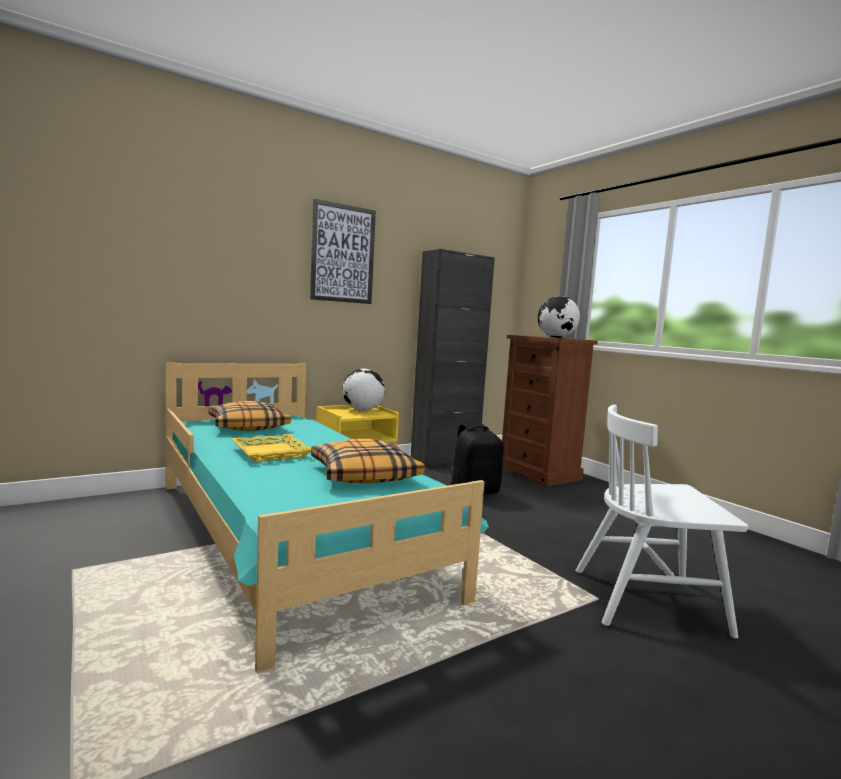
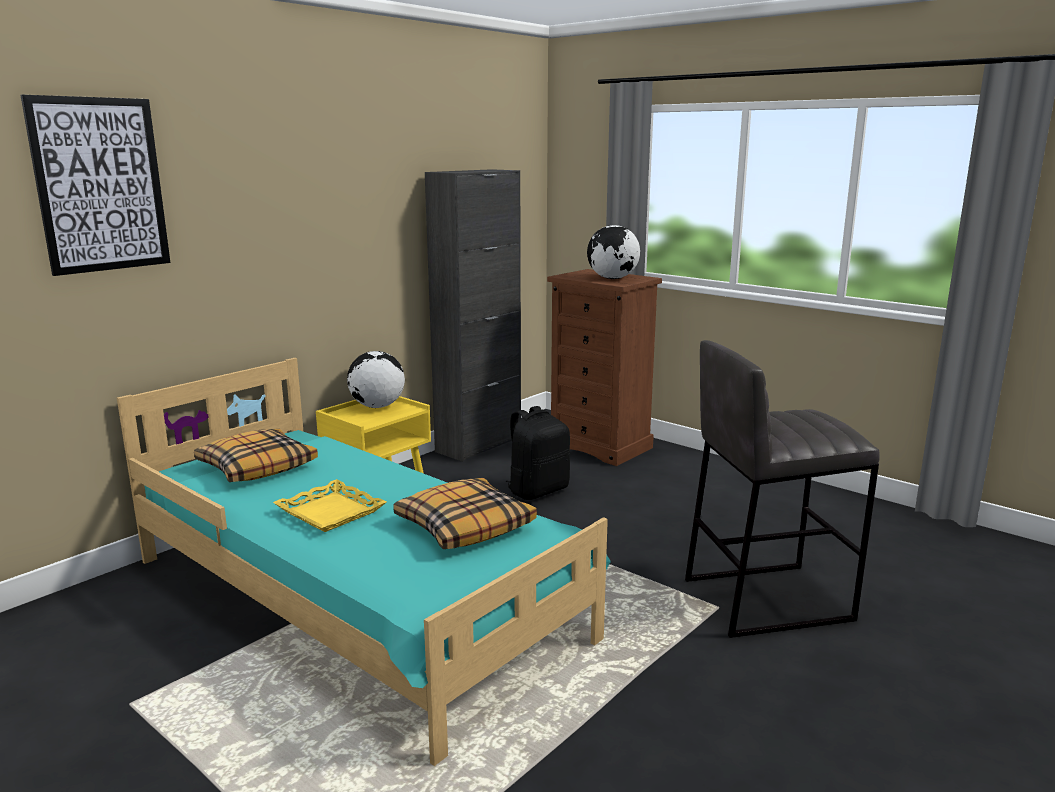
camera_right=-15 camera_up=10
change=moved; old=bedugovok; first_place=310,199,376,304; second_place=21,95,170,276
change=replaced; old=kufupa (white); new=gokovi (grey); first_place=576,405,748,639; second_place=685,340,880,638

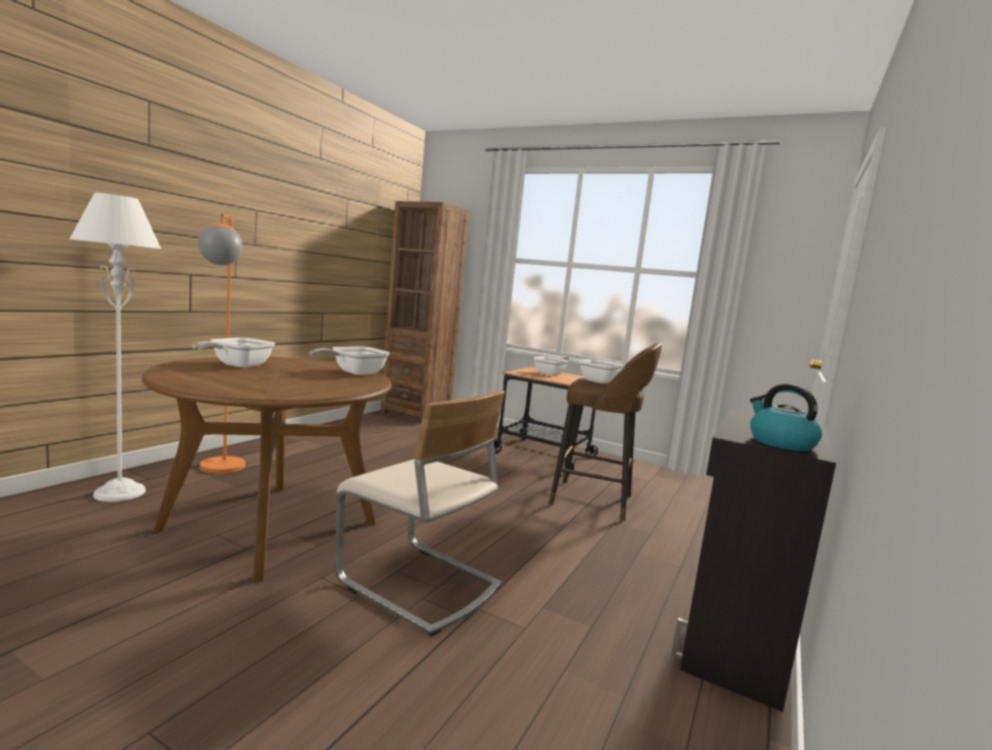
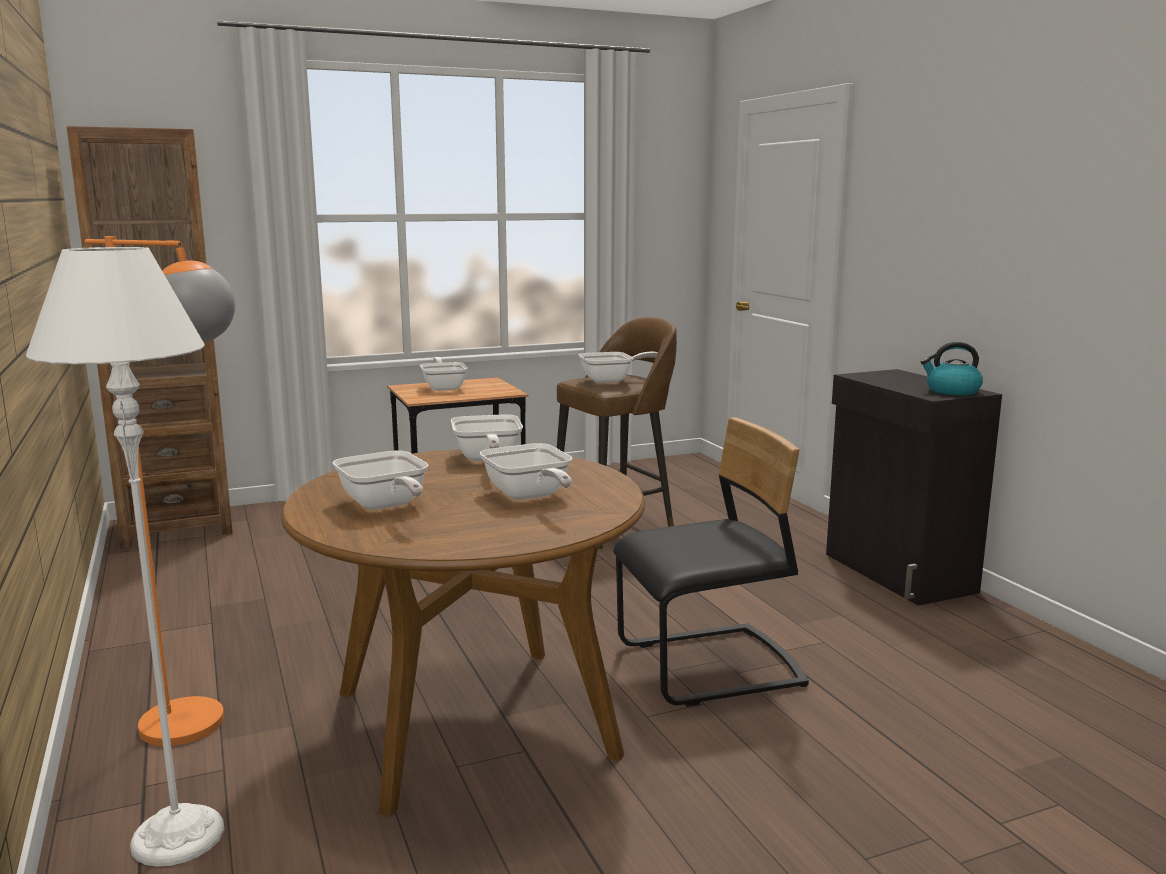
camera_right=-50 camera_up=5
change=recoloured; old=kufupa (beige); new=kufupa (black); first_place=335,390,505,636; second_place=613,417,809,707
change=added; new=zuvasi; second_place=480,443,572,500

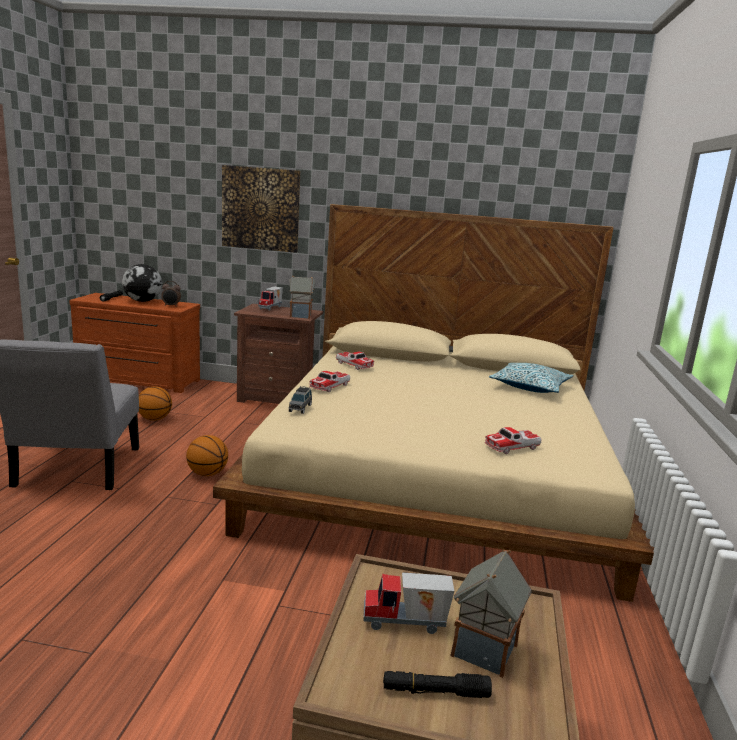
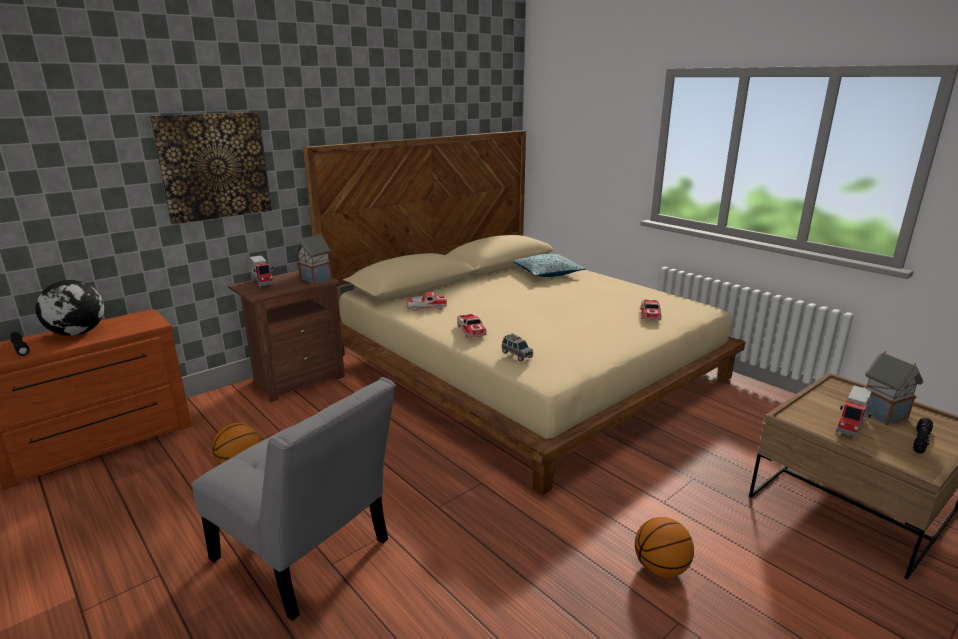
camera_right=-50 camera_up=5
change=removed; old=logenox; first_place=161,281,181,307
change=moved; old=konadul; first_place=186,435,228,476; second_place=635,517,694,578

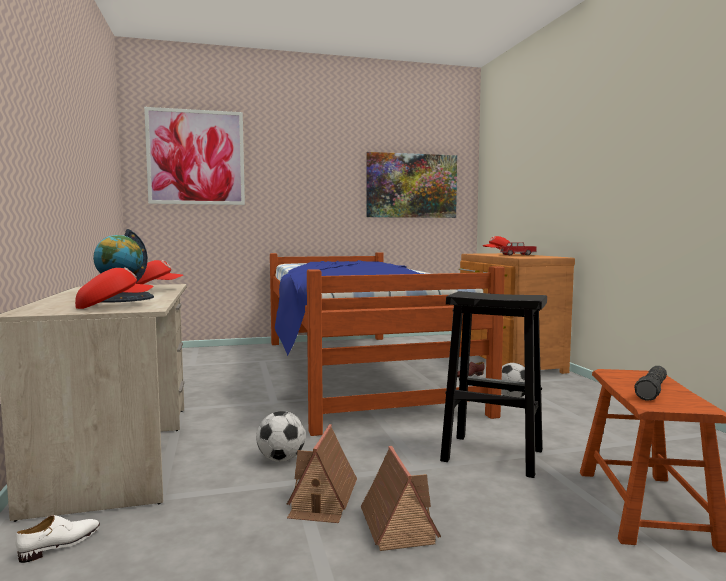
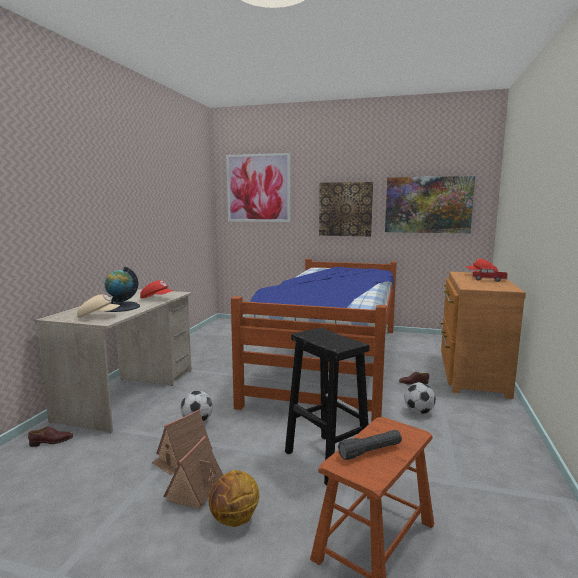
camera_right=30 camera_up=5
change=recoloured; old=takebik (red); new=takebik (beige); first_place=75,267,153,309; second_place=77,294,120,317
change=recoloured; old=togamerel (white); new=togamerel (brown); first_place=15,515,100,563; second_place=28,426,73,447
change=added; new=bedugovok; second_place=319,182,373,236
change=added; new=konadul; second_place=209,470,259,527

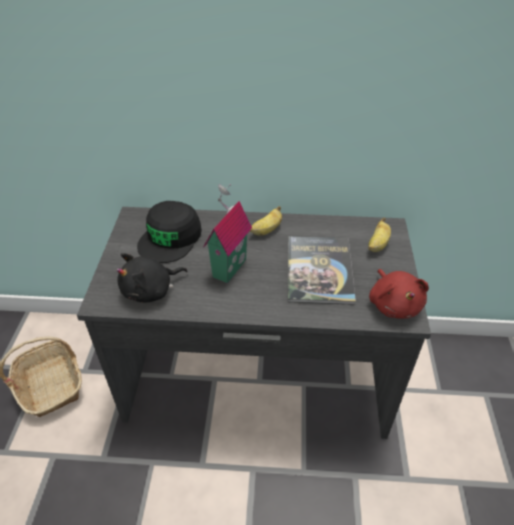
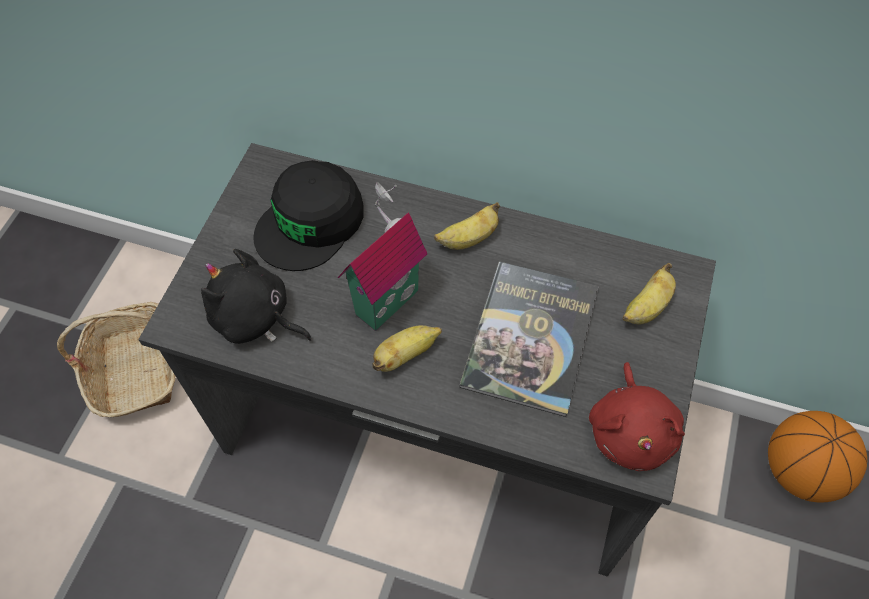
camera_right=15 camera_up=15
change=turned; old=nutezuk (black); first_place=116,253,187,303; second_place=201,249,312,344; degrees=45
change=added; new=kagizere; second_place=372,325,442,372
change=added; new=konadul; second_place=768,411,867,502

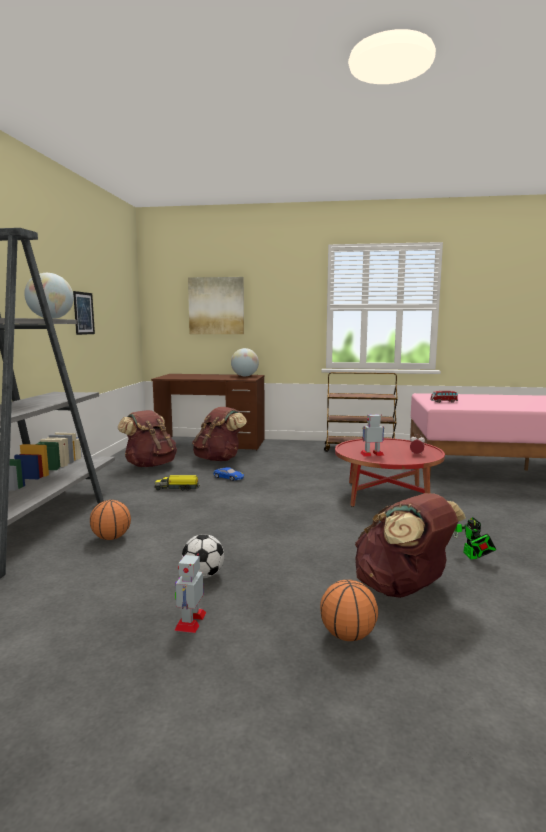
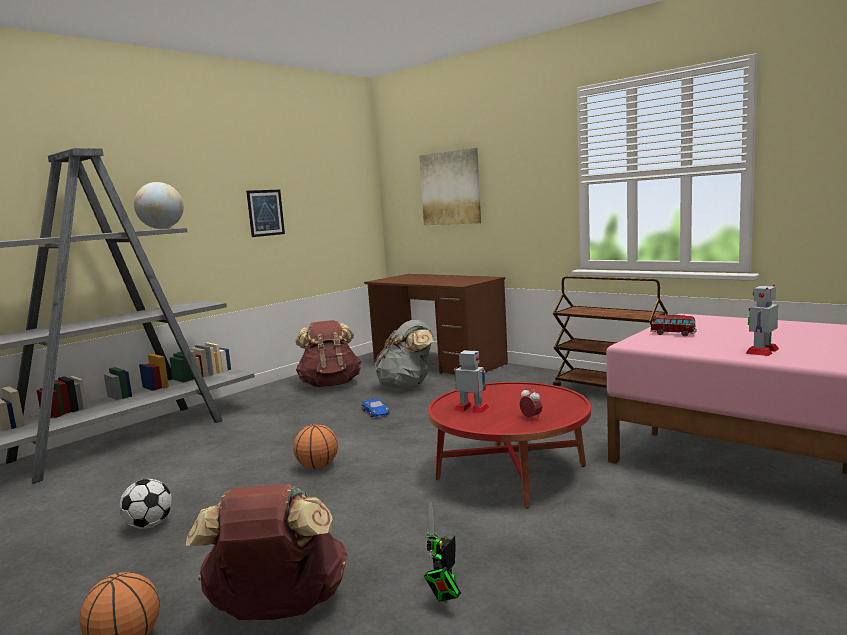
camera_right=35 camera_up=0
change=removed; old=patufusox; first_place=231,348,259,376
change=recoloured; old=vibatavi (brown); new=vibatavi (grey); first_place=192,407,247,461; second_place=374,320,434,389
change=removed; old=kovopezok; first_place=155,475,199,490
change=moved; old=konadul; first_place=90,500,131,540; second_place=293,424,338,469
change=moved; old=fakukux; first_place=174,554,206,633; second_place=746,284,779,356

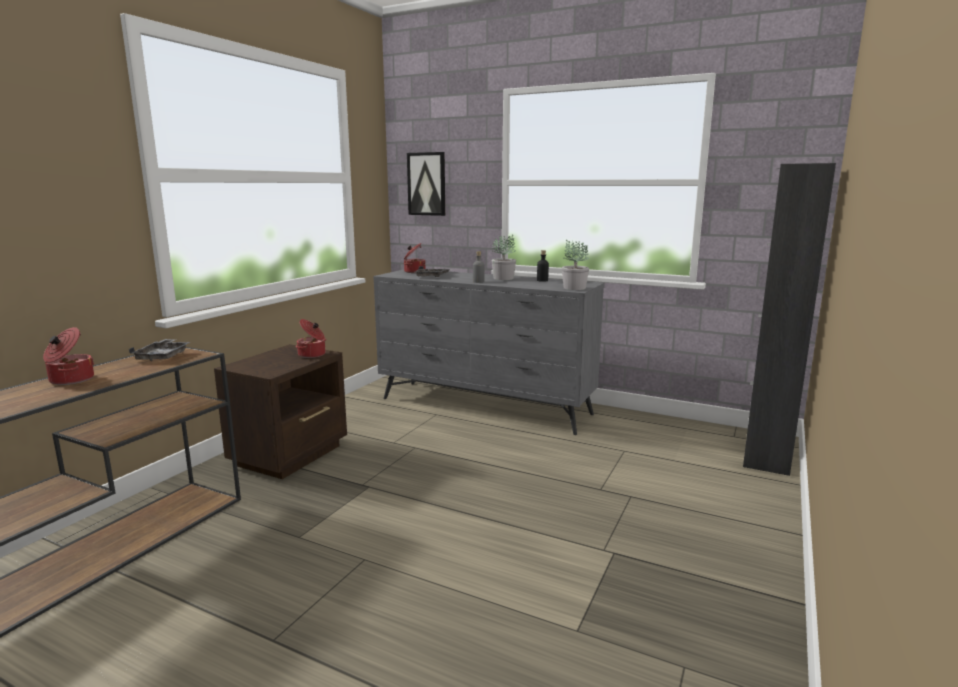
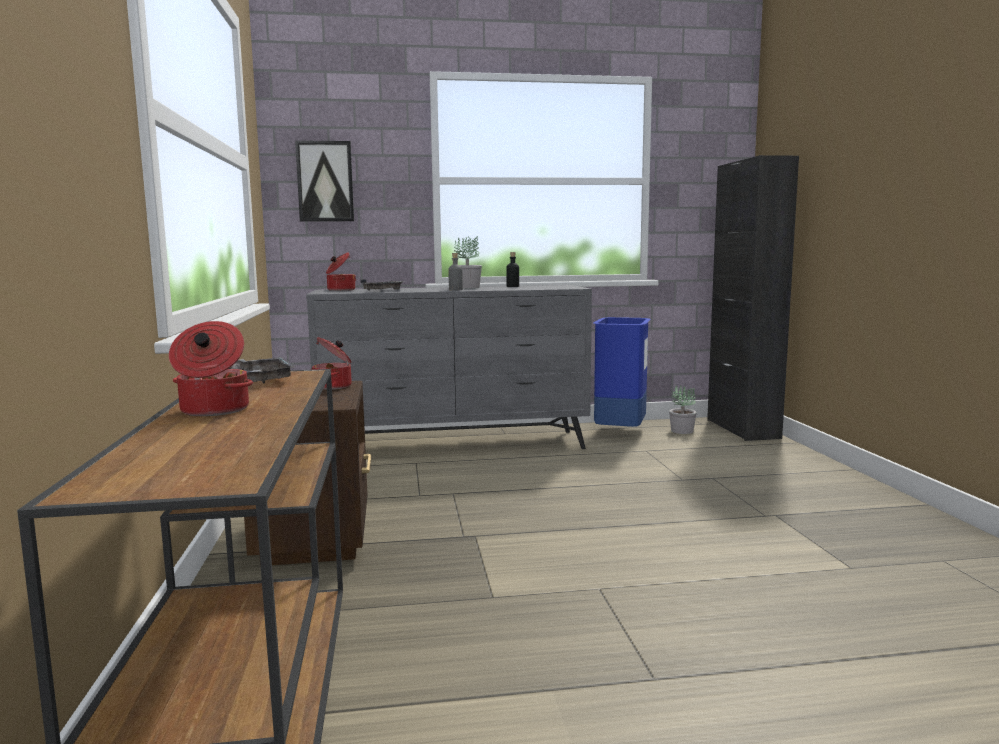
camera_right=-35 camera_up=-5
change=moved; old=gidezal; first_place=562,239,589,290; second_place=669,385,697,434
change=added; new=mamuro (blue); second_place=594,317,650,427

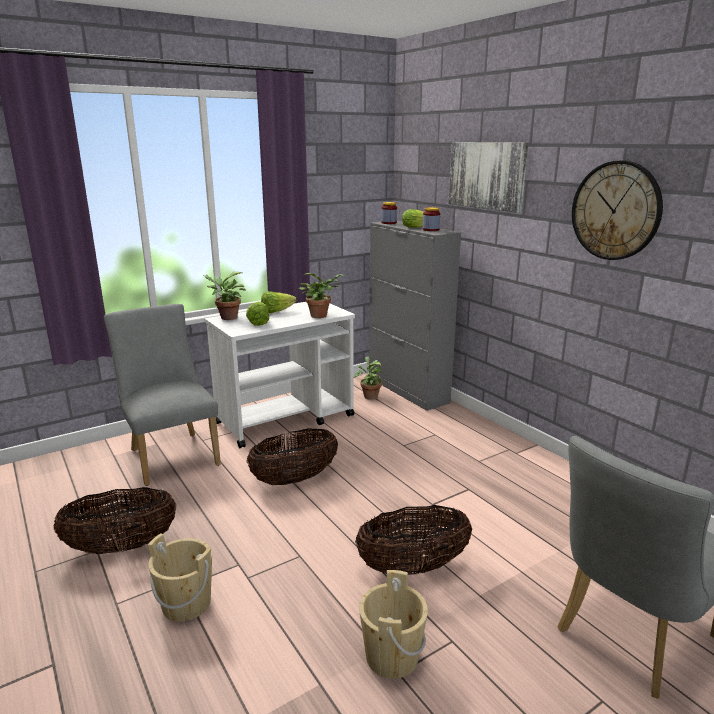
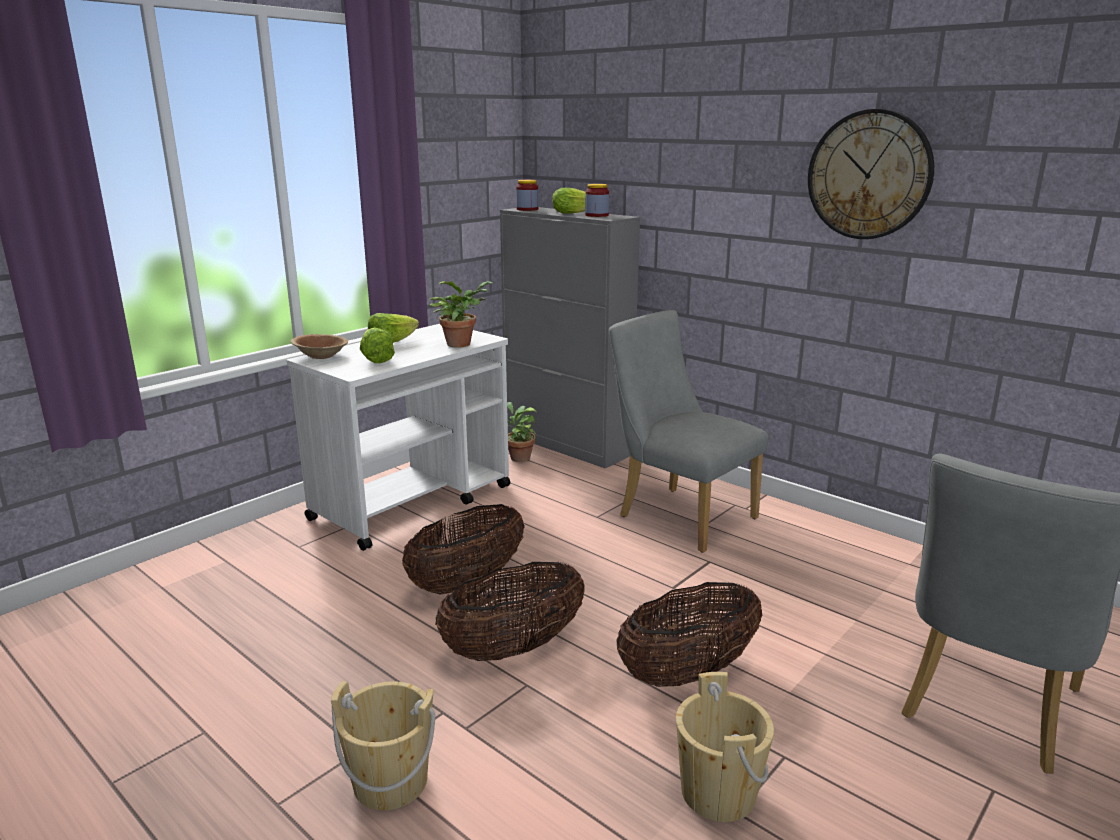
camera_right=-15 camera_up=0
change=removed; old=bedugovok; first_place=448,142,528,213
change=replaced; old=gidezal; new=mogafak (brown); first_place=203,272,246,320; second_place=290,334,348,359
change=moved; old=kufupa (grey); first_place=104,304,221,486; second_place=609,310,768,553
change=moved; old=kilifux; first_place=53,487,176,554; second_place=435,562,585,661

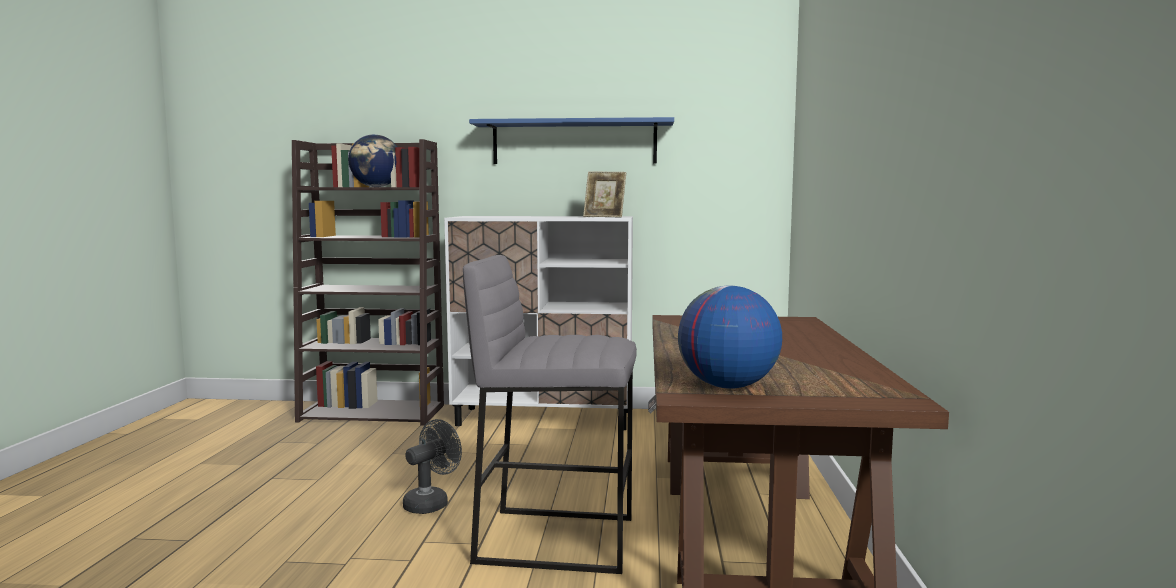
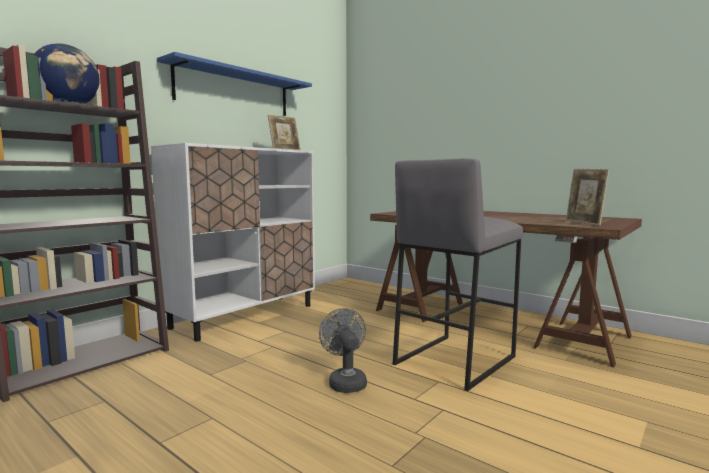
camera_right=-55 camera_up=0
change=replaced; old=patufusox; new=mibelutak; first_place=678,286,782,389; second_place=566,169,610,226

